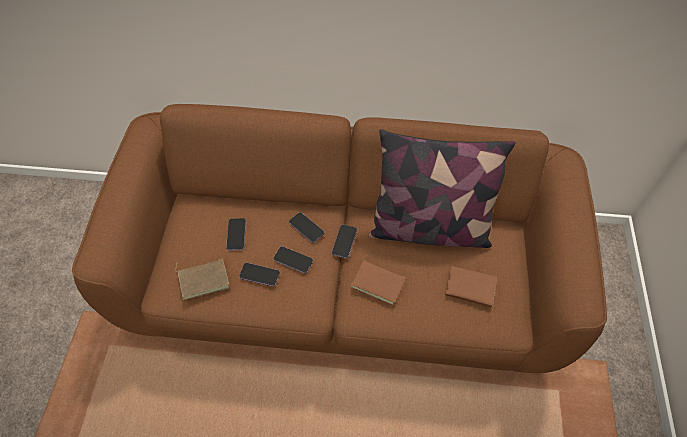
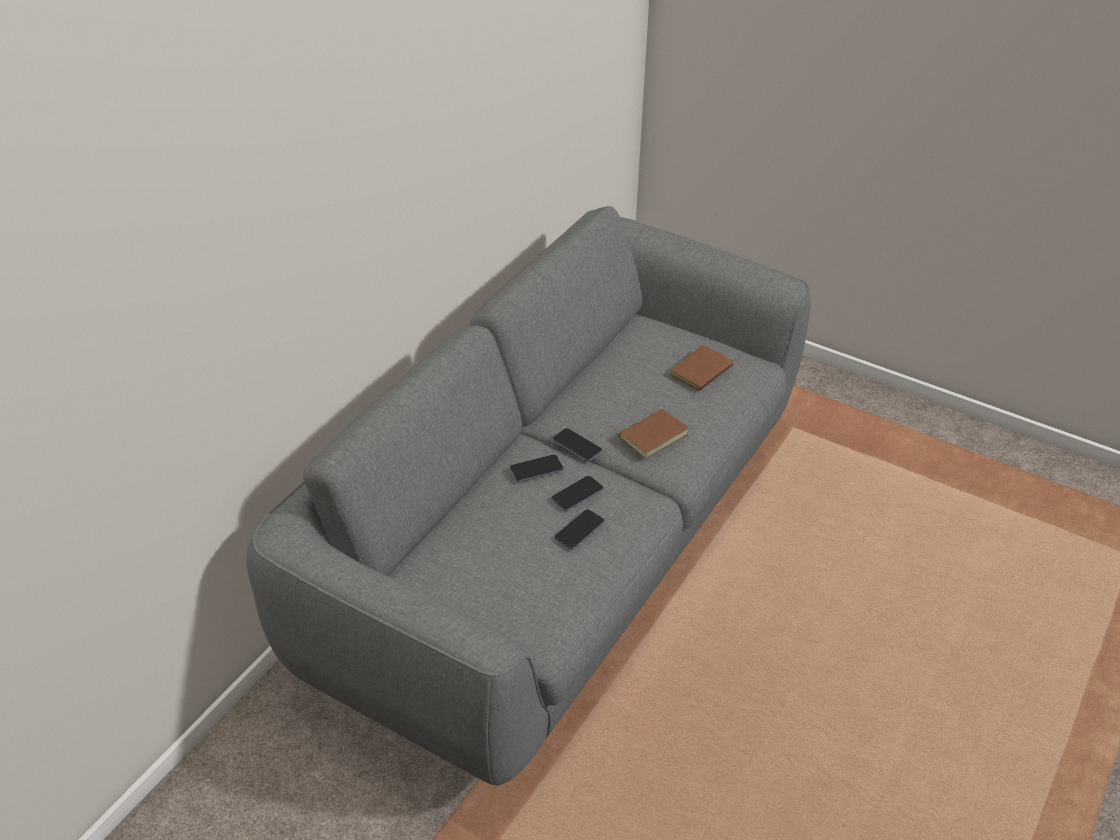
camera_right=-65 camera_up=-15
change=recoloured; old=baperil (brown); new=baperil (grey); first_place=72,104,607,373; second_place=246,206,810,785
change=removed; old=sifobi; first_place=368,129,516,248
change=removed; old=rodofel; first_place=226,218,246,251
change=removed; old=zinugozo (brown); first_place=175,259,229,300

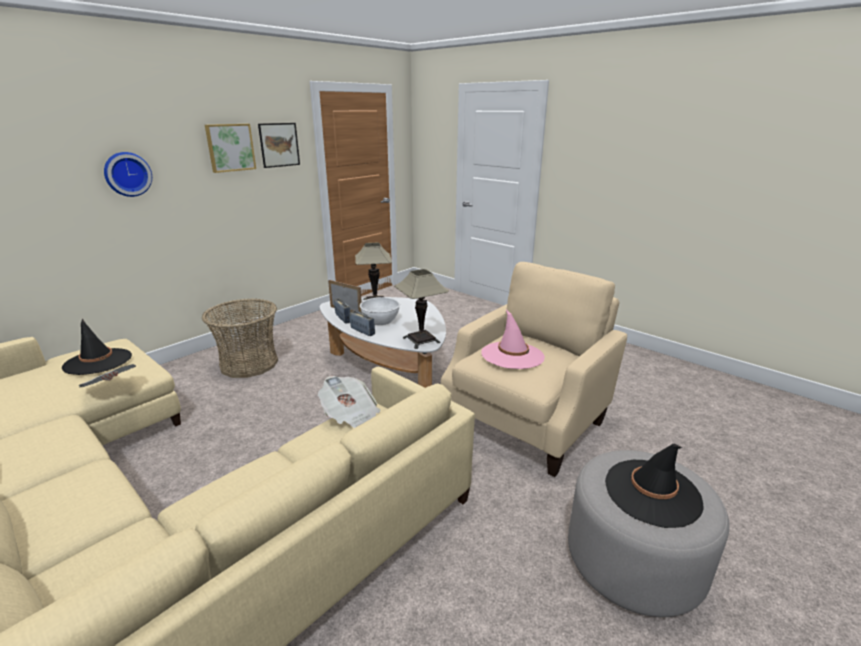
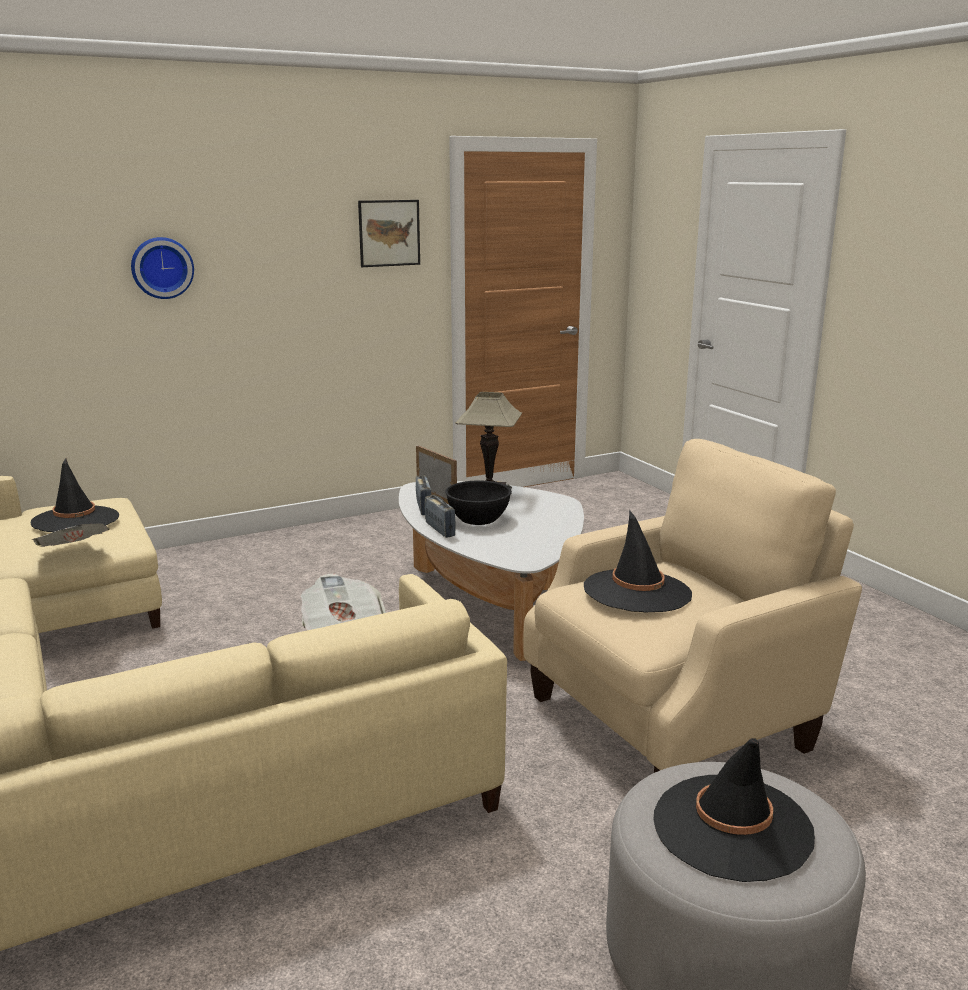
camera_right=20 camera_up=-5
change=removed; old=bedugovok; first_place=205,124,256,173
change=removed; old=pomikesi; first_place=394,269,449,349
change=recoloured; old=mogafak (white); new=mogafak (black); first_place=360,297,400,325; second_place=445,481,512,525
change=removed; old=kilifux; first_place=202,298,278,378
change=recoloured; old=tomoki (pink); new=tomoki (black); first_place=481,310,545,369; second_place=584,510,692,613

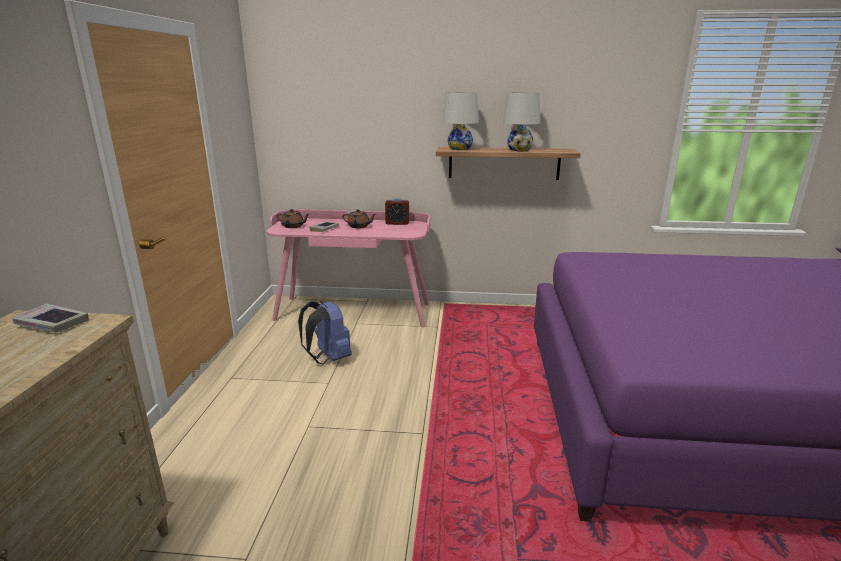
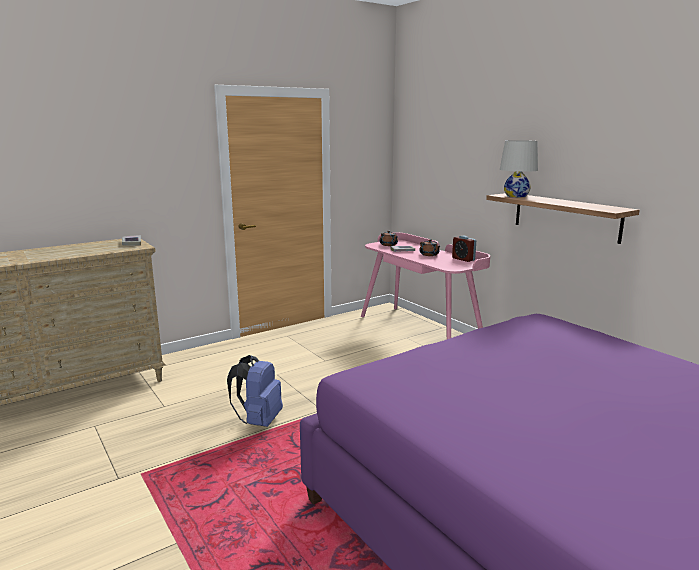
camera_right=50 camera_up=-5
change=removed; old=pomikesi (white); first_place=503,92,540,151
change=moved; old=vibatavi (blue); first_place=298,301,352,365; second_place=227,355,283,427

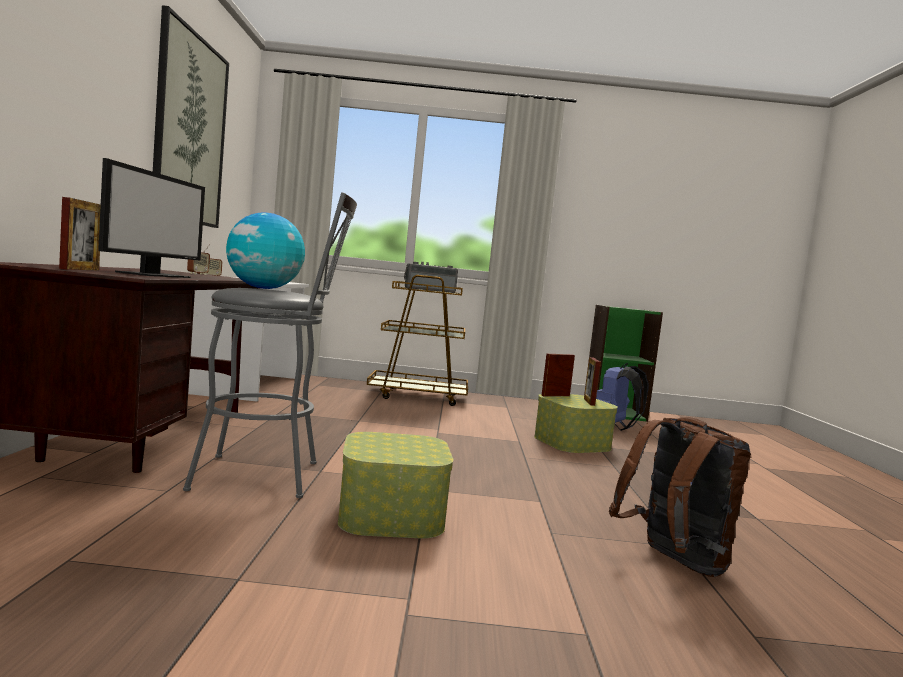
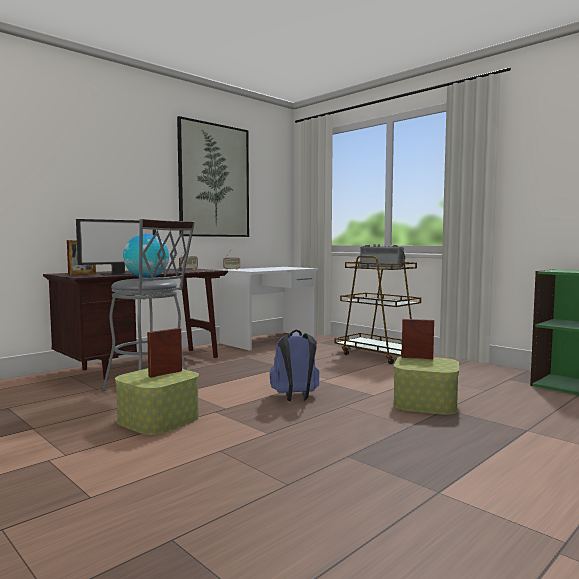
camera_right=45 camera_up=0
change=moved; old=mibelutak; first_place=584,357,601,406; second_place=147,328,182,378
change=moved; old=vibatavi (blue); first_place=596,363,649,431; second_place=270,330,319,401
change=removed; old=vibatavi (brown); first_place=609,417,751,577

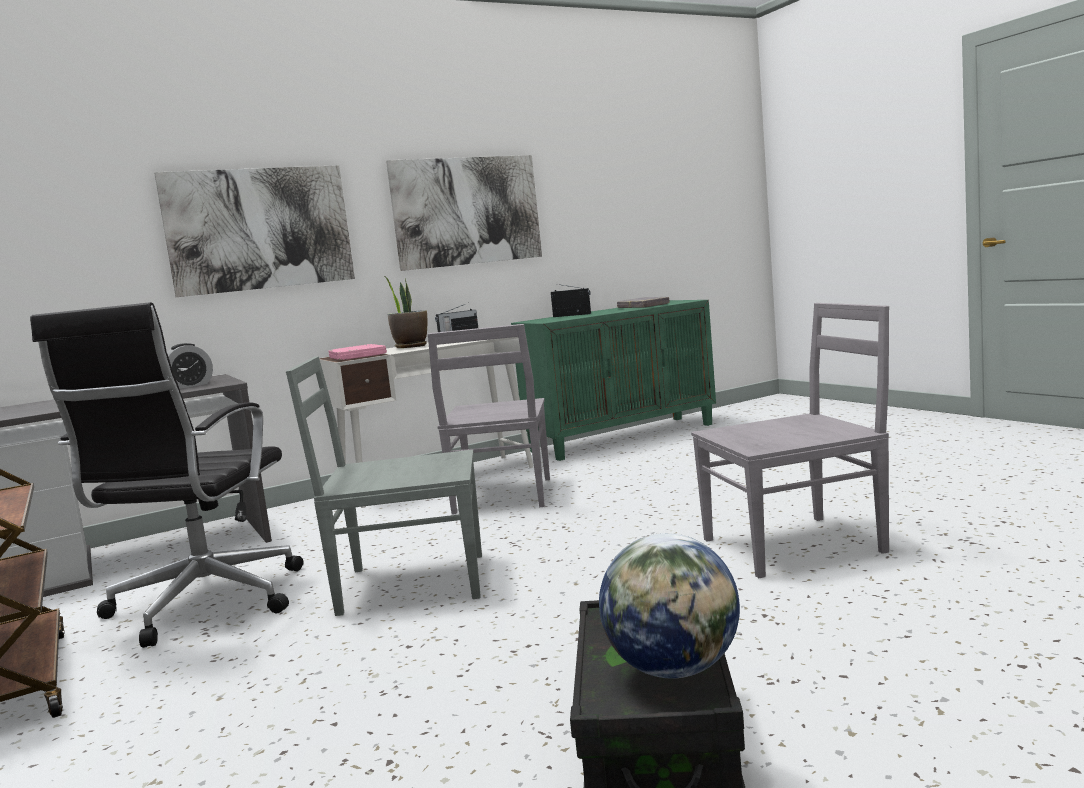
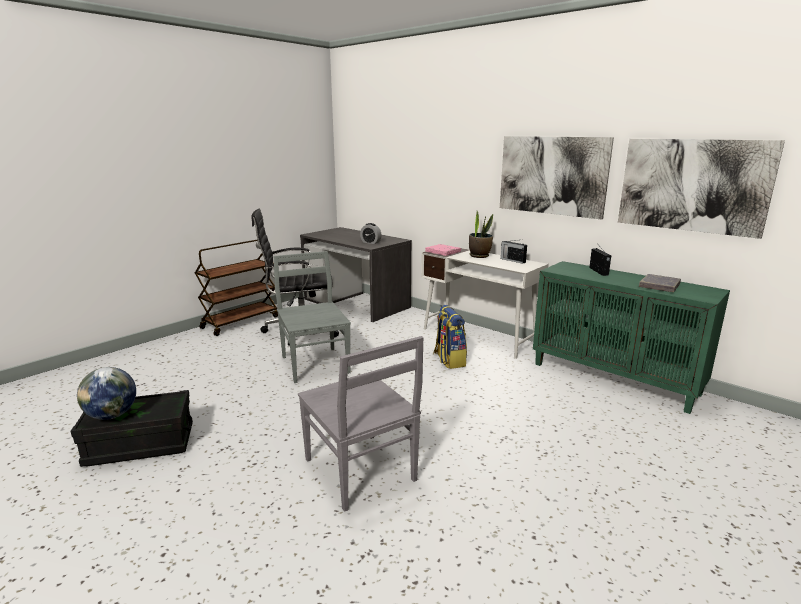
camera_right=70 camera_up=10
change=moved; old=bedugovok; first_place=154,165,355,297; second_place=618,139,785,239
change=replaced; old=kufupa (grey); new=vibatavi; first_place=428,324,550,515; second_place=433,305,467,369

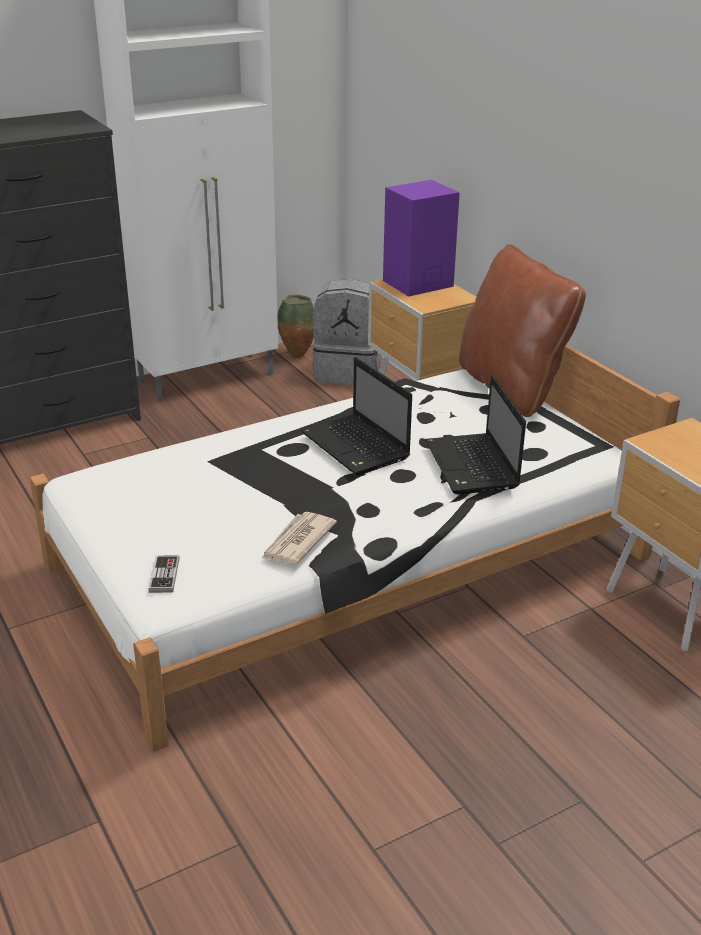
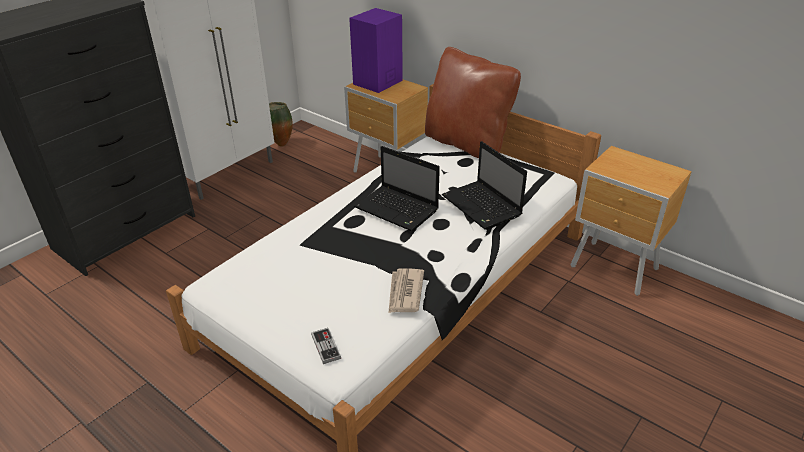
camera_right=-20 camera_up=5
change=removed; old=vibatavi (grey); first_place=313,279,382,386

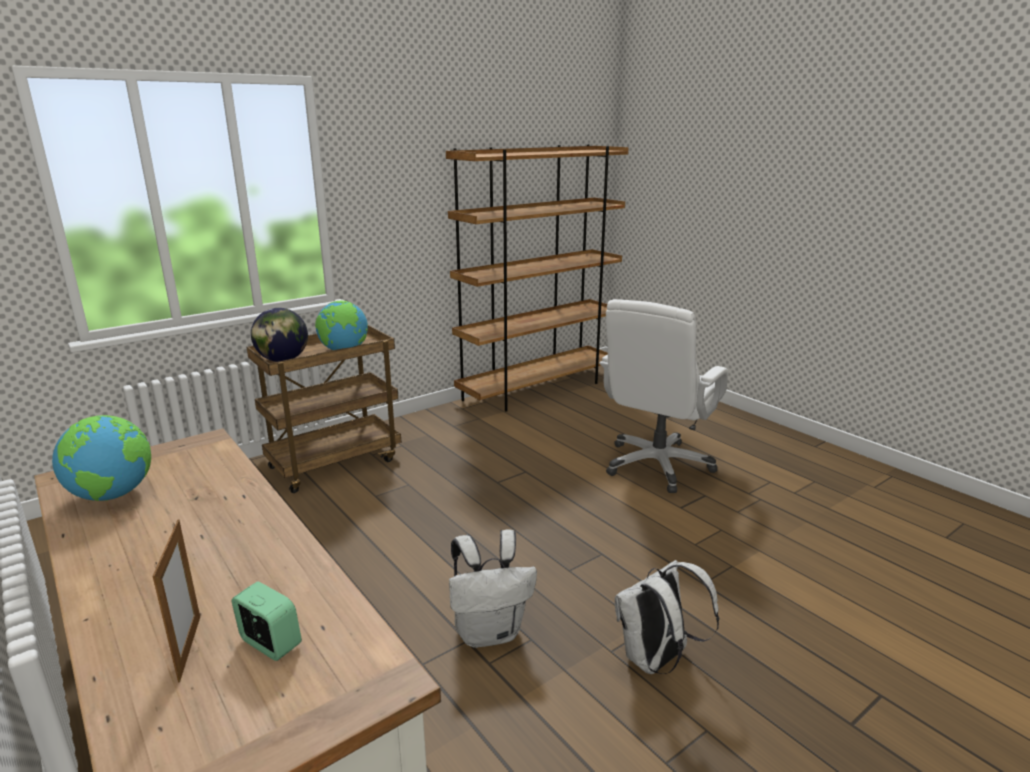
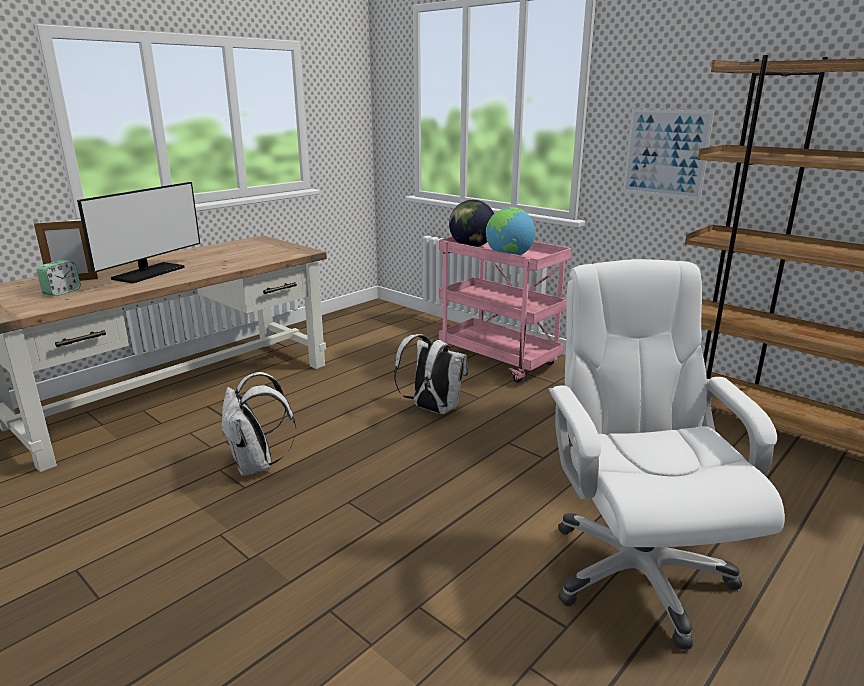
camera_right=80 camera_up=0
change=turned; old=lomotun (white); first_place=599,299,729,493; second_place=548,259,785,650; degrees=60
change=recoloured; old=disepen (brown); new=disepen (pink); first_place=247,325,401,493; second_place=439,237,572,383
change=removed; old=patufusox; first_place=52,415,151,501
change=moved; old=vibatavi (white); first_place=615,560,719,674; second_place=394,334,468,414
change=added; new=bedugovok; second_place=623,109,714,200
change=added; new=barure; second_place=77,182,200,284

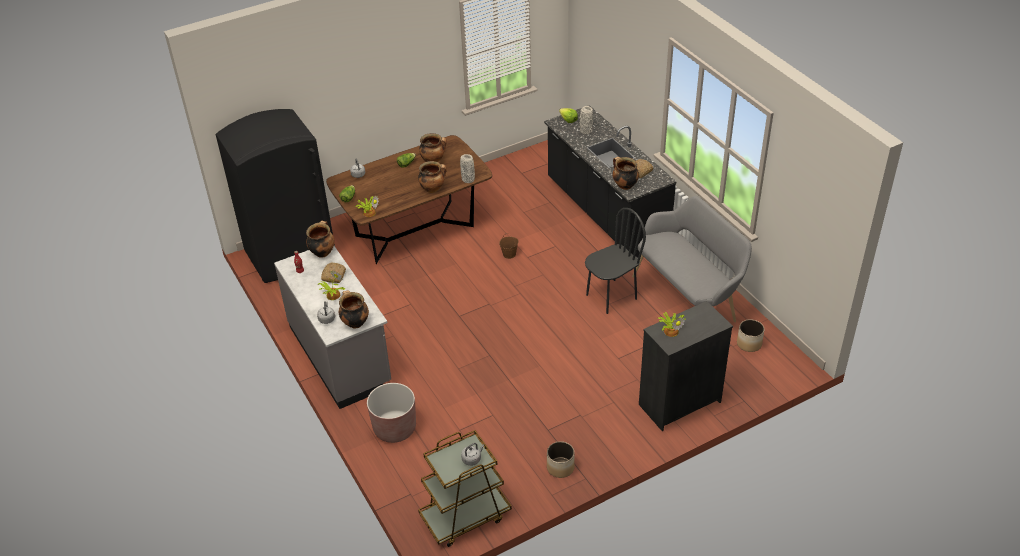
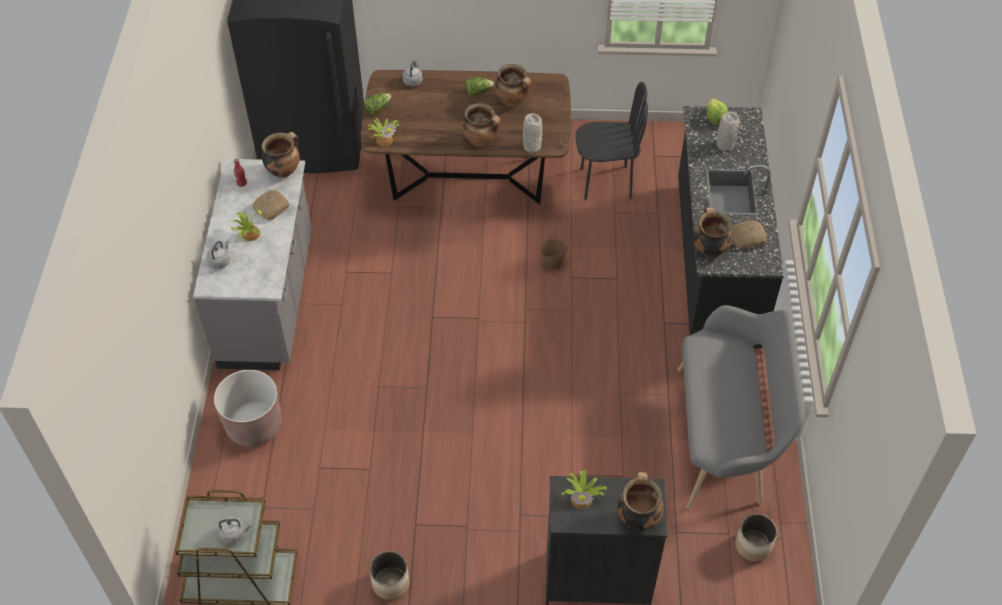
camera_right=30 camera_up=10
change=moved; old=kufupa (black); first_place=585,208,646,314; second_place=575,82,648,200
change=moved; old=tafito; first_place=339,290,369,329; second_place=617,471,664,530

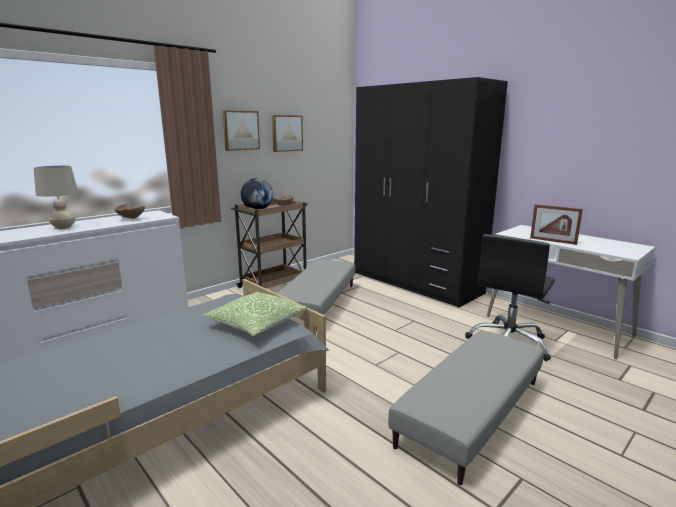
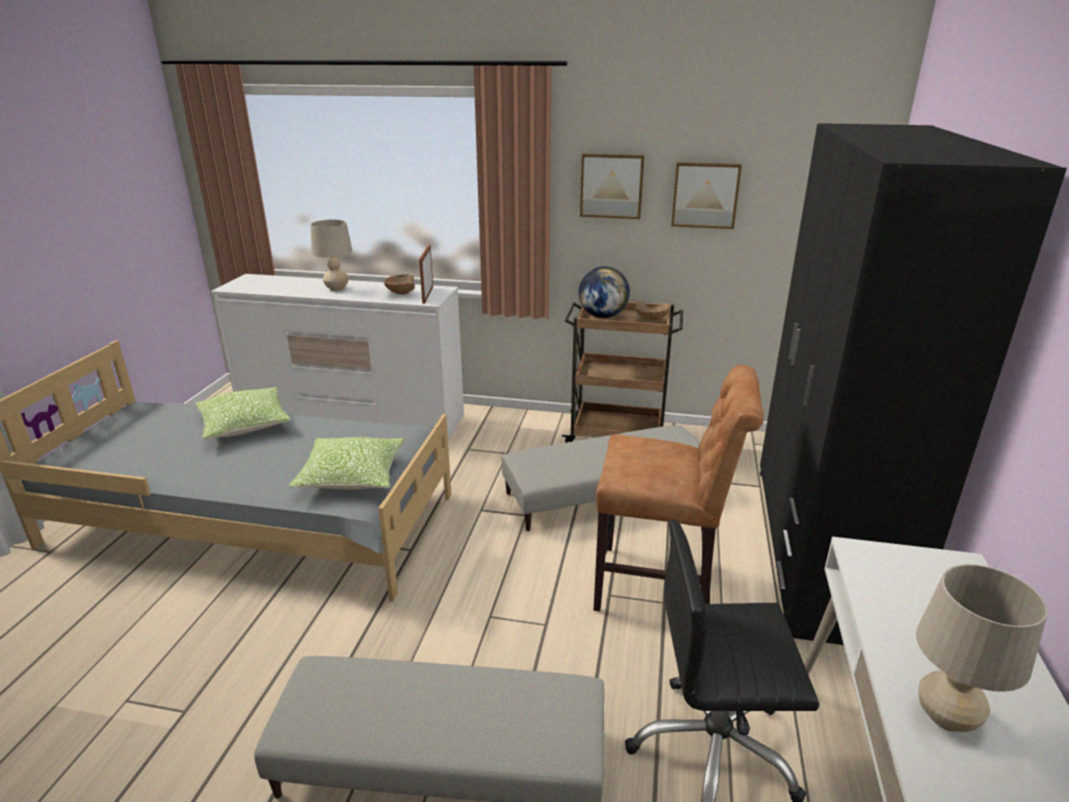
camera_right=55 camera_up=10
change=moved; old=mibelutak; first_place=530,204,583,245; second_place=419,245,433,304
change=added; new=kufupa (brown); second_place=594,365,764,612
change=added; new=sifobi; second_place=196,387,291,440
change=added; new=pomikesi (beige); second_place=916,564,1048,732

